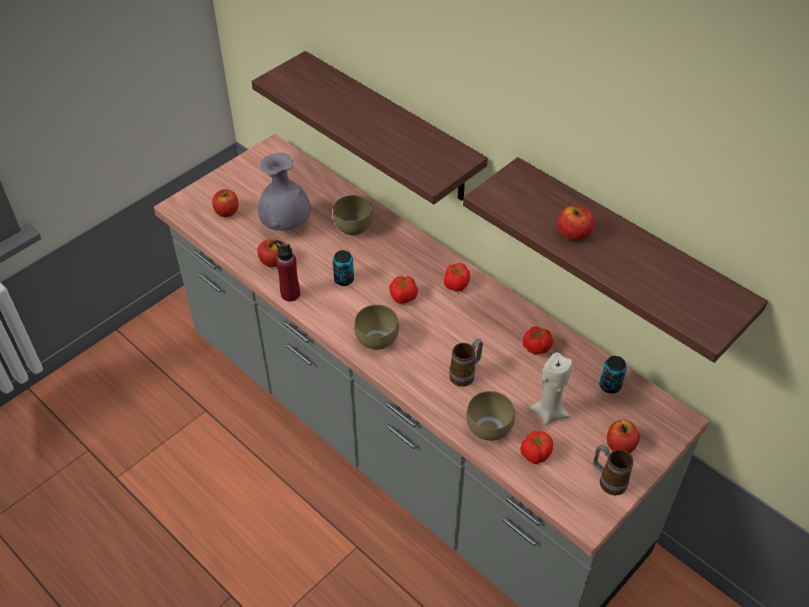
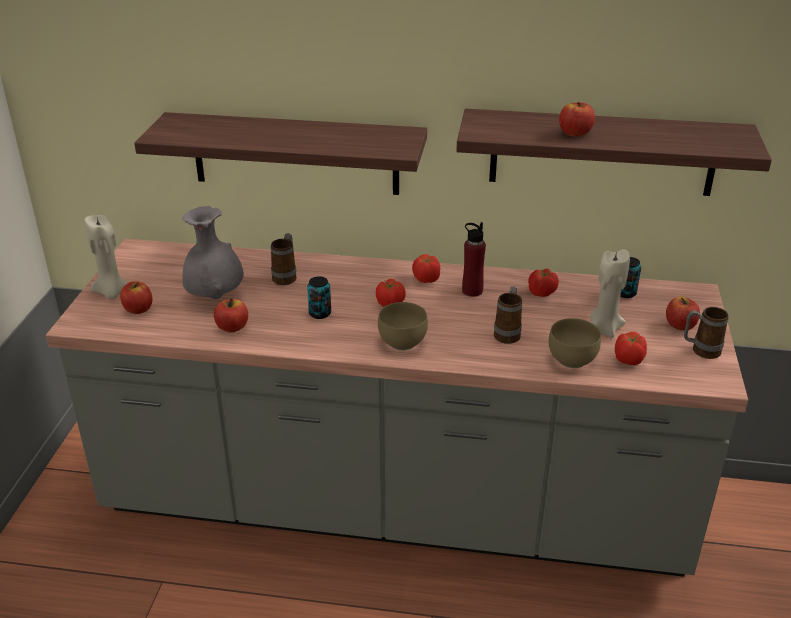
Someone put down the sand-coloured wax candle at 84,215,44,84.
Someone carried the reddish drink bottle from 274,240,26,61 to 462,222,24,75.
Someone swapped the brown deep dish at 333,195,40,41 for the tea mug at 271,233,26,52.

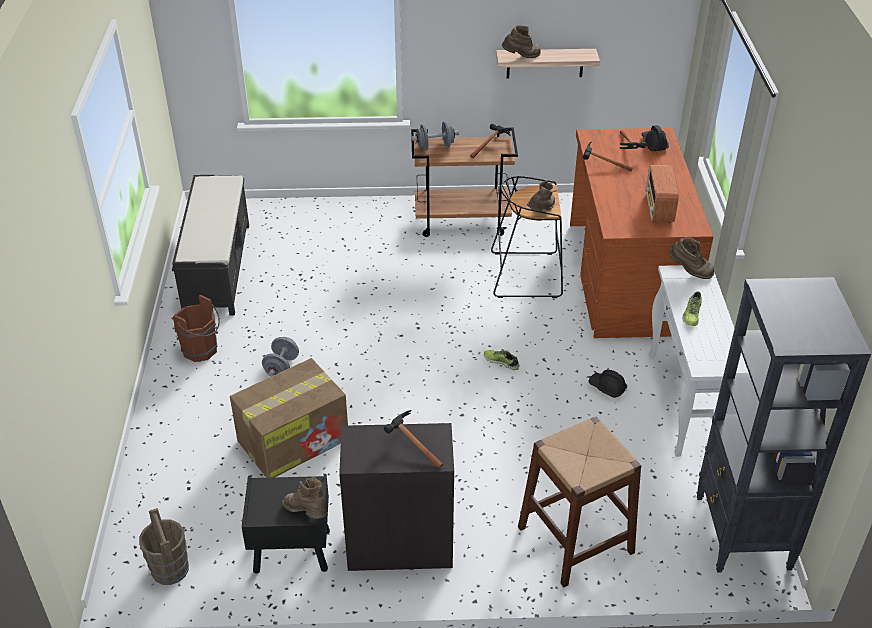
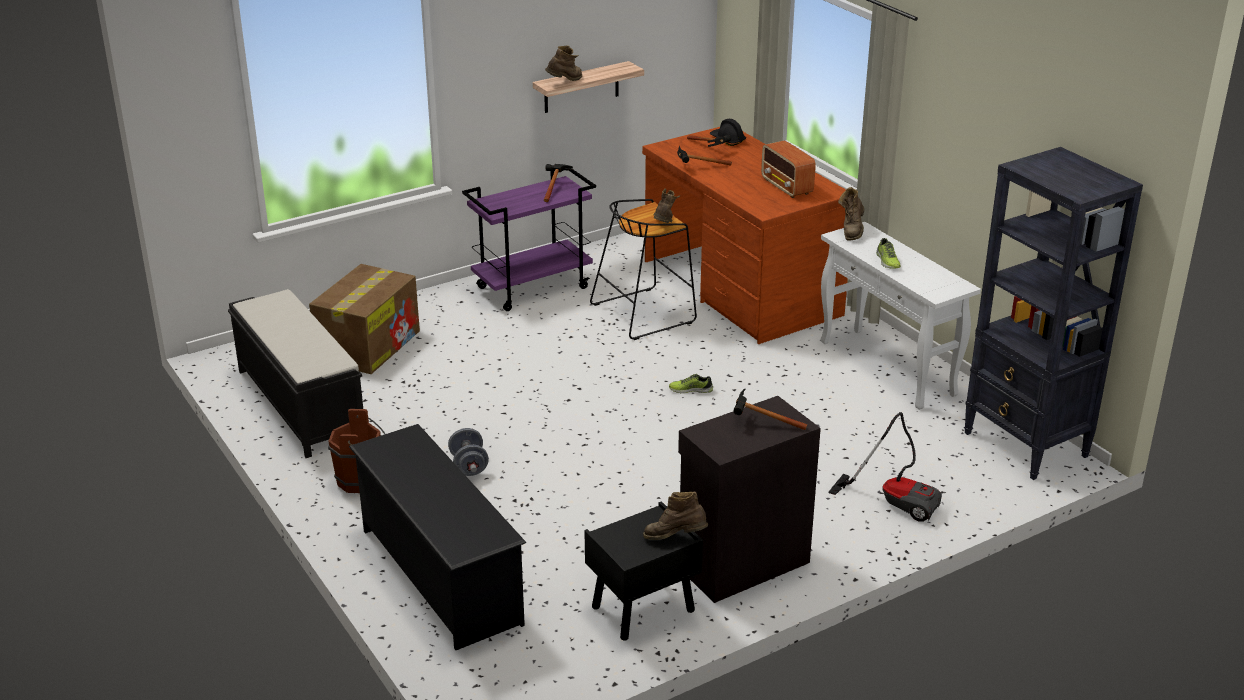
Someone took away the brown water bucket at 139,508,50,77.
Someone took away the greyish dumbbell at 411,121,48,29.
Someone took away the blackish safety helmet at 588,370,39,28.
Someone put down the blackish shoe stand at 349,424,177,226.
Someone carried the carton from 230,358,118,120 to 309,264,111,110.
Someone swapped the brown stool at 518,416,123,171 for the vacuum at 829,412,113,110.
Someone repainted the brown trolley at 411,128,107,109, which became the purple trolley at 462,167,134,144.
Someone rotated the brown boot at 669,237,46,42 by 105 degrees clockwise.

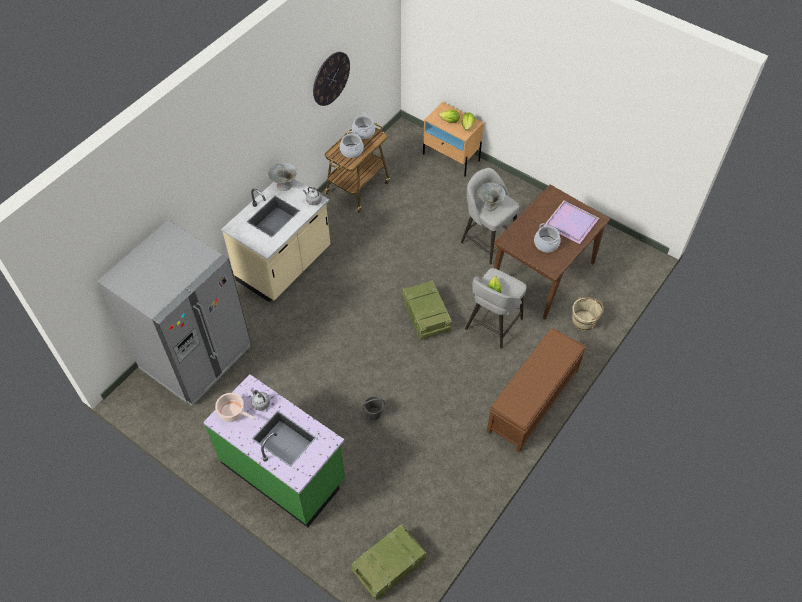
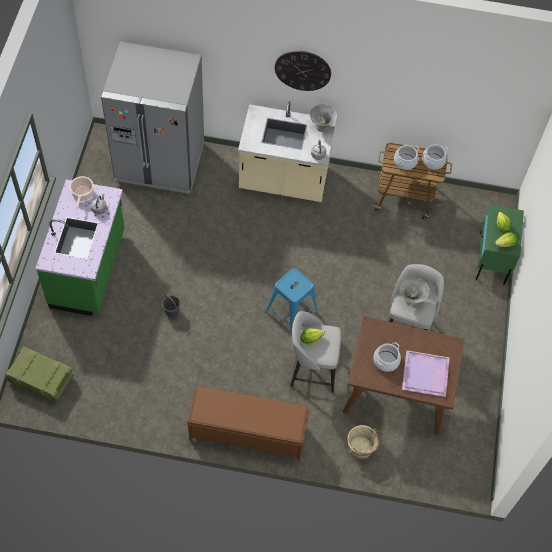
Someone carried the clock on the wall from 313,52,37,54 to 275,51,56,40.
Someone swapped the shipping crate at 402,280,50,60 for the blue-coloured stool at 265,268,53,68.
Someone repainted the sand-coloured night table at 423,102,61,74, which became the greenish night table at 476,205,48,80.

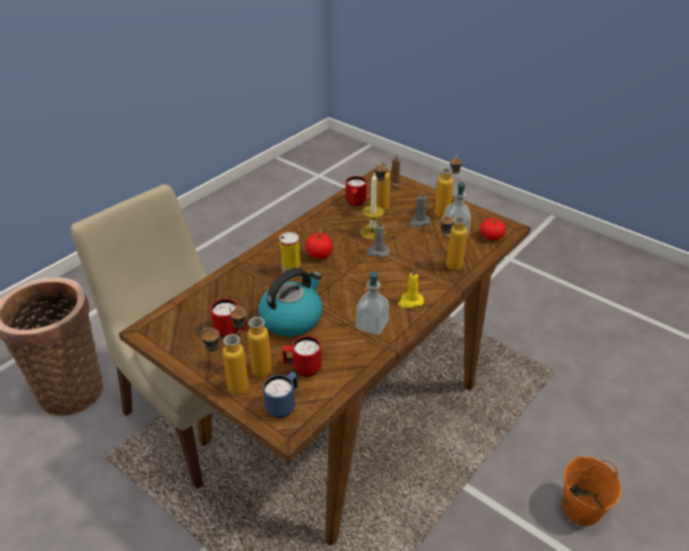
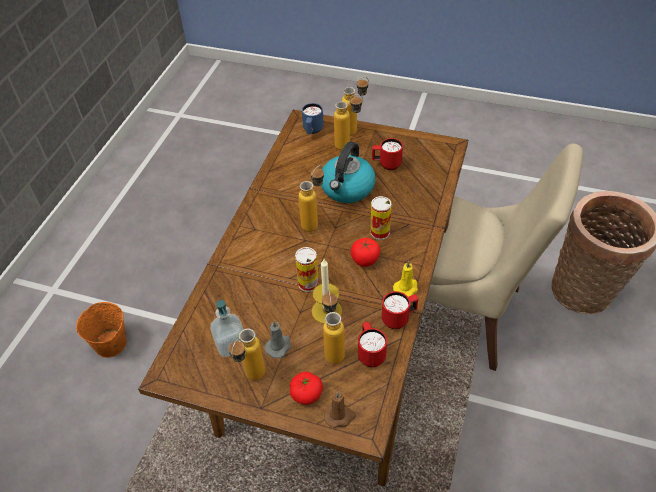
Someone took away the soap bottle at 356,271,33,64.
Someone carried the reddish tea mug from 282,336,40,41 to 382,291,36,38.
Someone carried the yellowish wax candle from 398,268,26,40 to 393,260,25,37.
Someone carried the drink bottle from 440,213,28,57 to 298,166,26,66.
Someone carried the fresh tomato from 480,218,26,22 to 290,372,33,33.
Someone swapped the greyish wax candle at 366,220,24,38 for the can at 295,247,24,45.

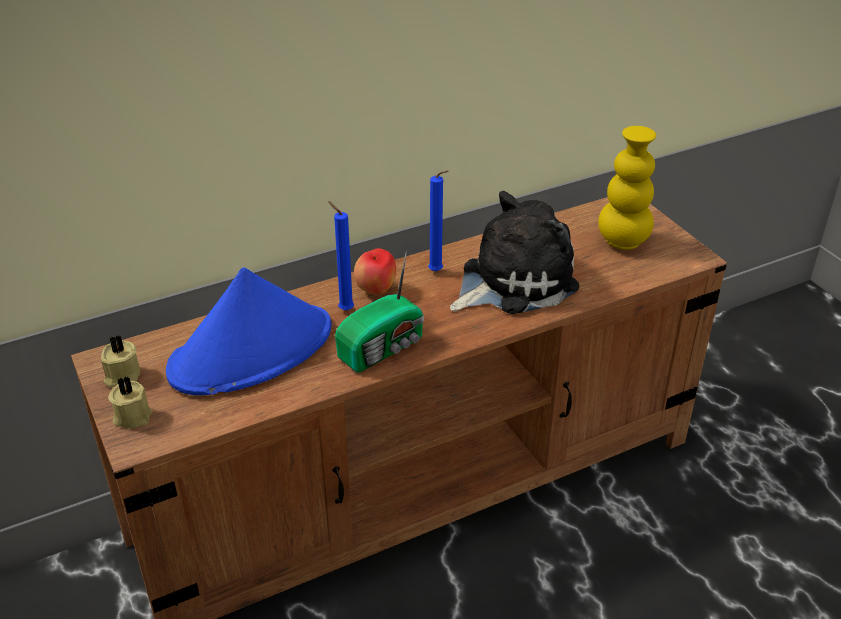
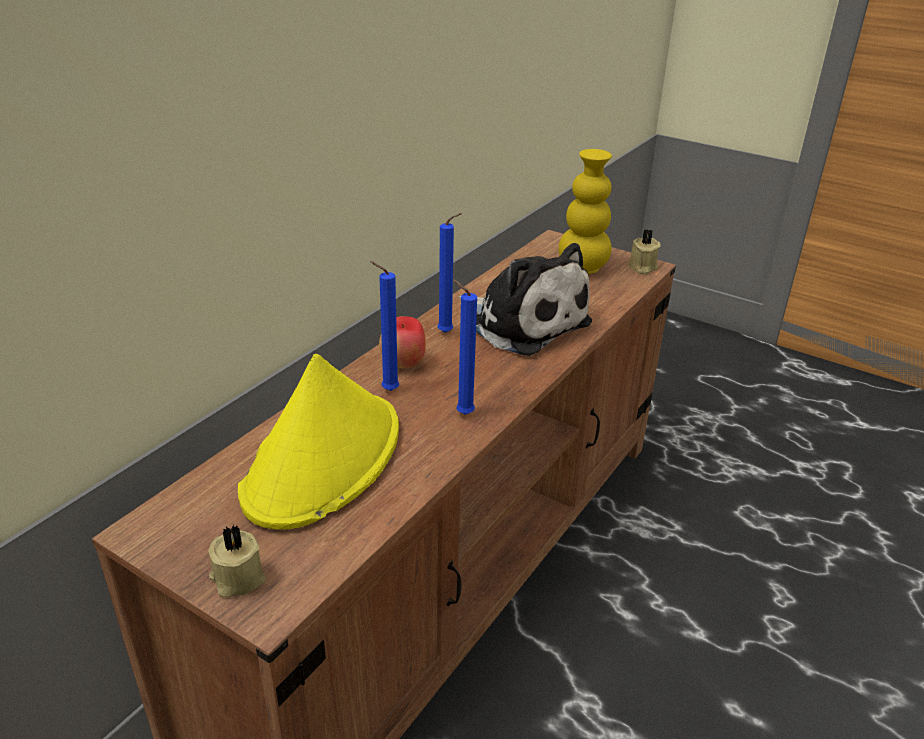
Someone carried the sand-coloured wax candle from 101,335,39,53 to 627,229,34,45.
Someone swapped the radio receiver at 335,251,89,122 for the blue-coloured wax candle at 453,279,24,136.
Someone repainted the blue-coloured clothing hat at 166,268,165,127, which became the yellowish clothing hat at 238,354,161,175.
Someone rotated the plush toy at 450,191,129,123 by 105 degrees clockwise.

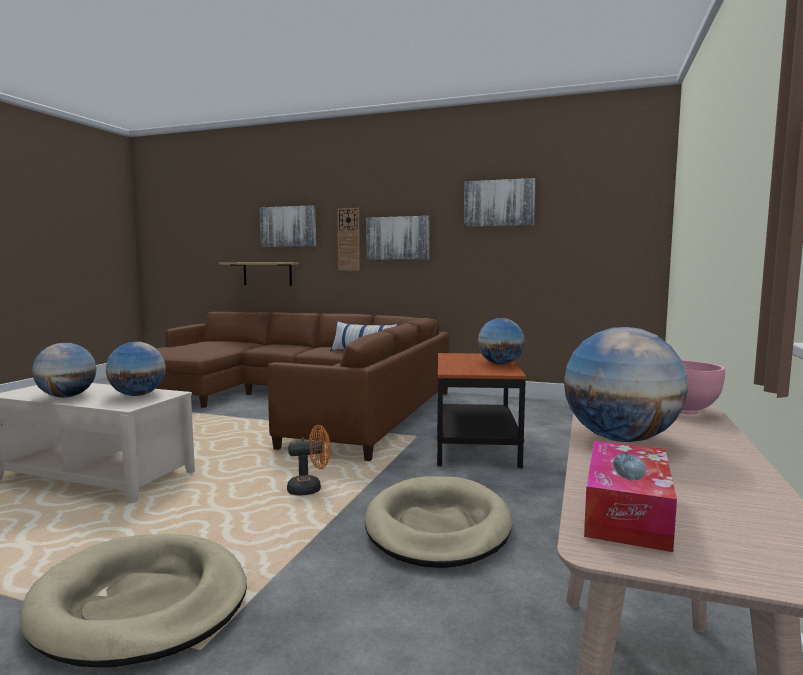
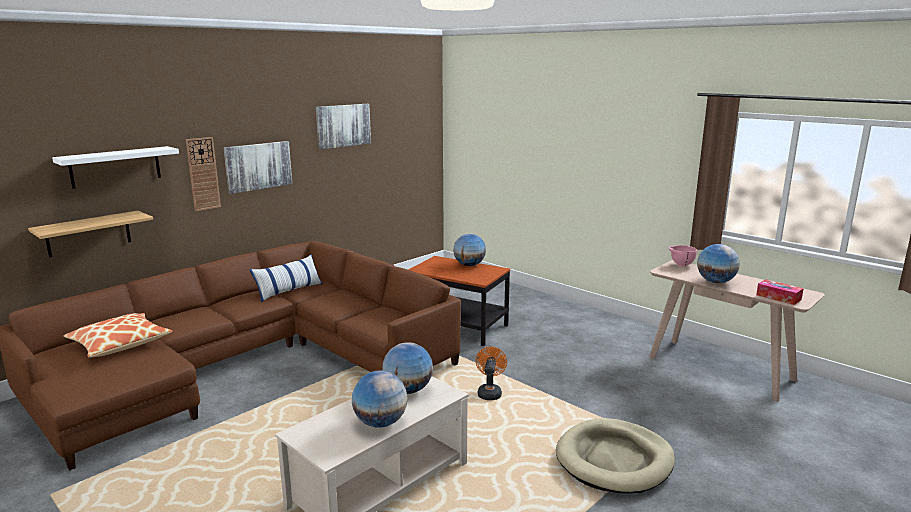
Someone took away the sand-coloured dog bed at 365,476,147,92.
Someone put down the cushion at 64,313,109,45.
Someone swapped the wall art at 260,205,56,42 for the white-coloured bracket shelf at 52,146,127,43.

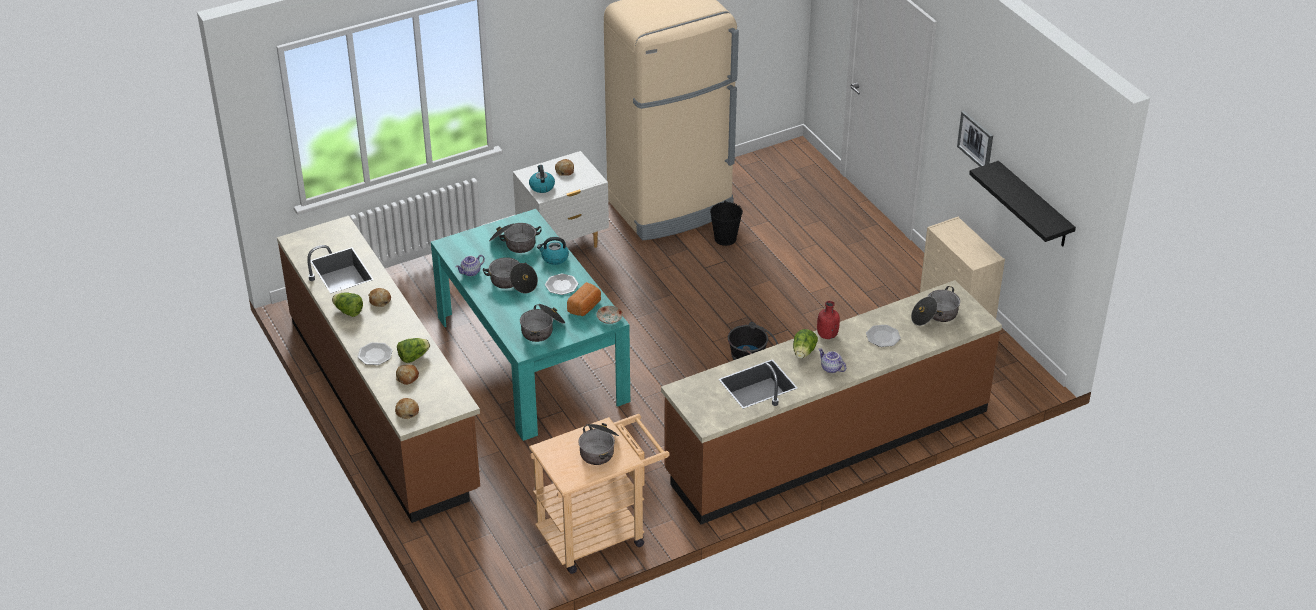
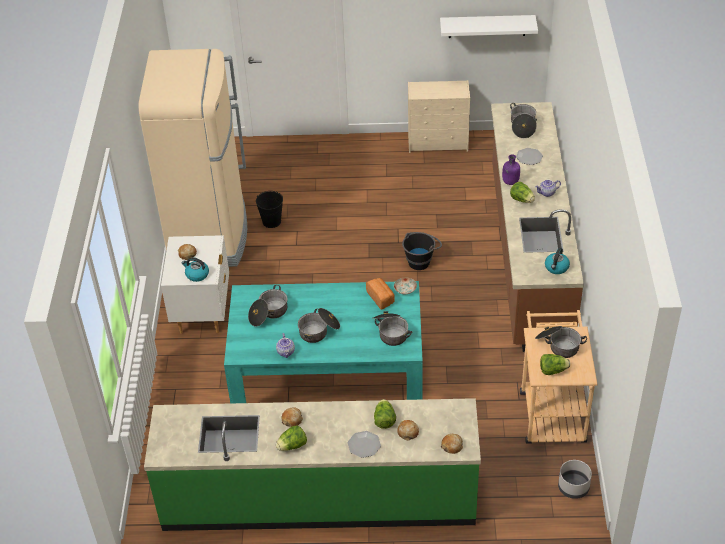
Someone took away the plate at 545,274,33,21.
Someone took away the wall art at 957,111,36,56.
Someone put down the head of lettuce at 540,354,30,21.
Someone put down the greyish plant pot at 558,460,34,39.
Someone carried the water kettle from 537,237,32,28 to 545,248,25,26.
Someone repainted the brown kitchen base unit at 277,216,203,307, which became the greenish kitchen base unit at 144,398,337,133.
Someone repainted the reddish drink bottle at 817,301,23,38, which became the purple drink bottle at 502,154,18,31.
Someone repainted the blackish bracket shelf at 969,161,107,85, which became the white-coloured bracket shelf at 440,15,98,23.

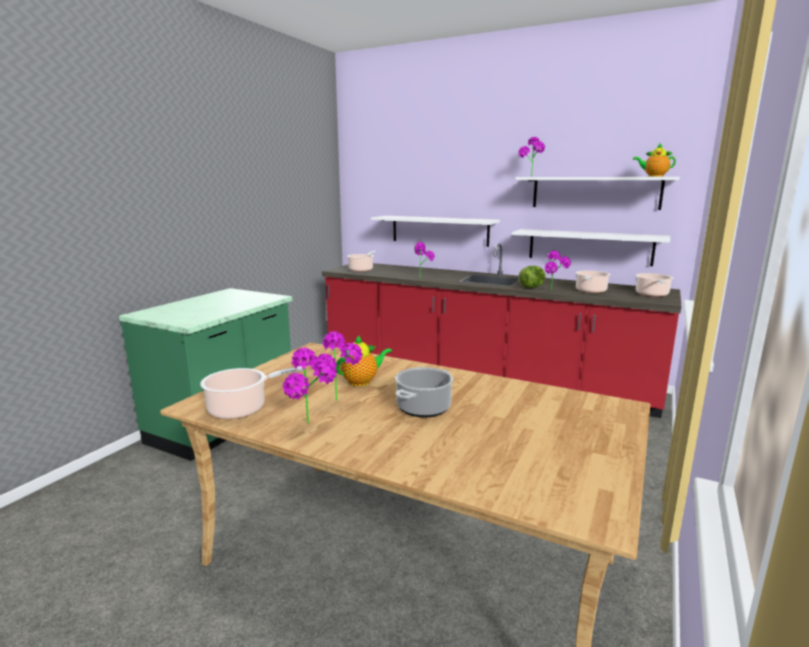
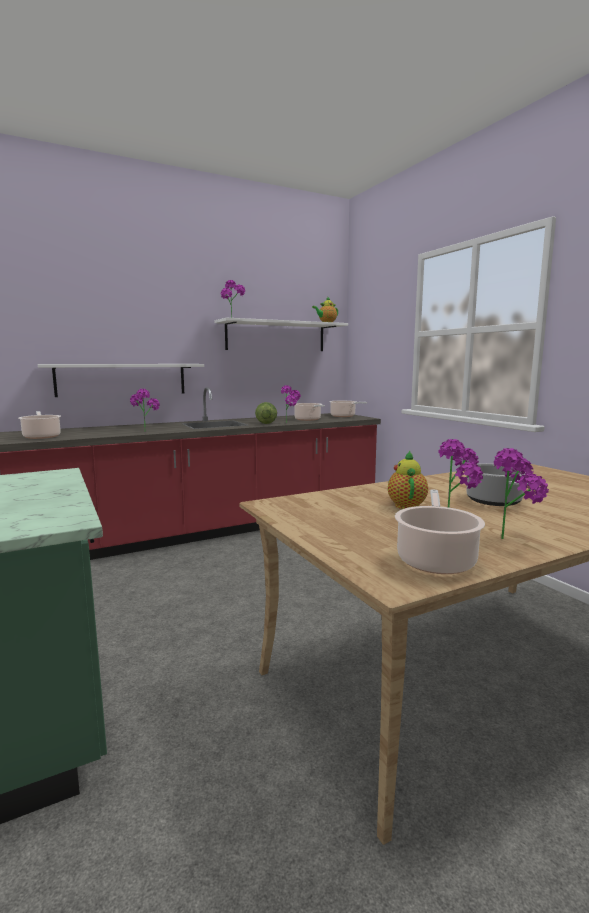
Someone took away the white-coloured bracket shelf at 512,229,158,37.

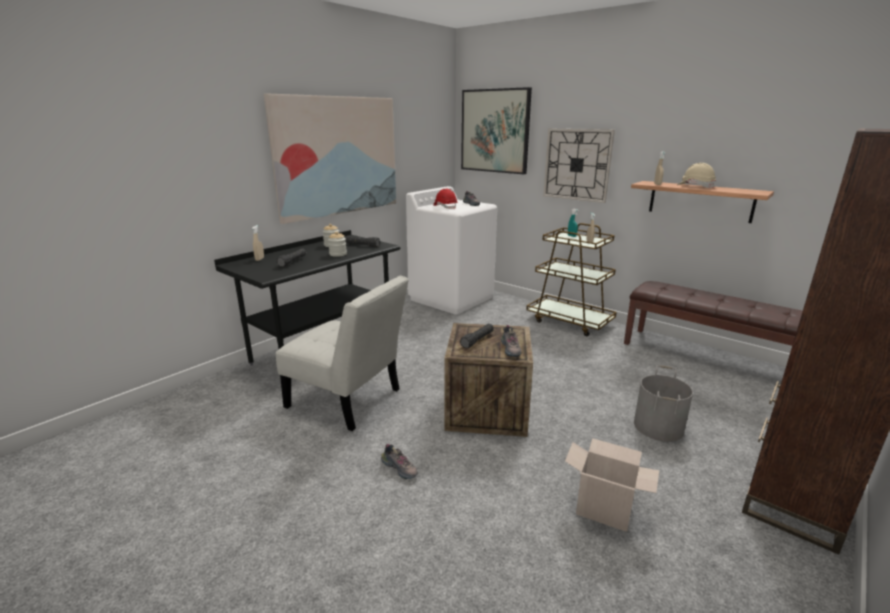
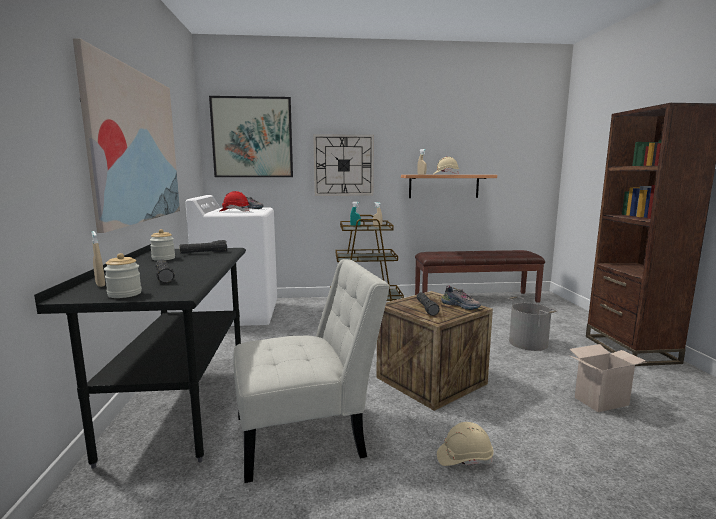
Someone carried the storage jar from 328,231,19,26 to 104,253,38,45.
Someone swapped the shoe at 381,444,37,35 for the sand-coloured safety helmet at 437,422,57,44.

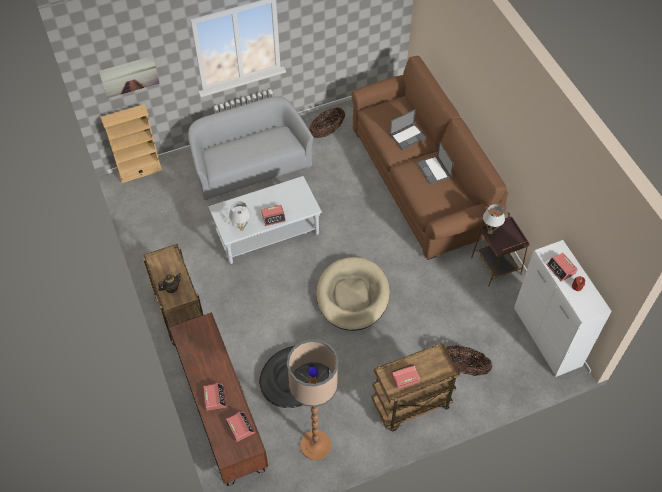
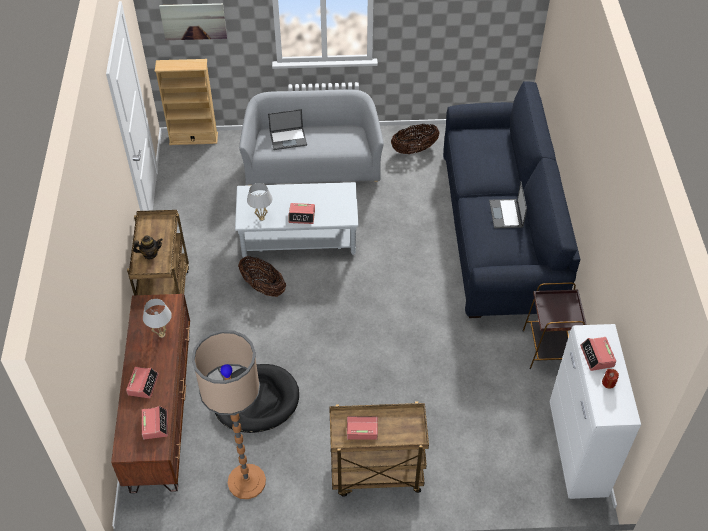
Someone took away the sand-coloured dog bed at 316,257,74,74.
Someone carried the notebook computer from 390,109,37,41 to 268,109,39,41.
Someone carried the basket from 446,345,47,31 to 238,256,48,41.
Someone carried the white-coloured tabletop lamp from 483,204,22,30 to 143,299,29,39.
Someone repainted the brown couch at 352,56,156,204, which became the blue-coloured couch at 443,81,137,237.

